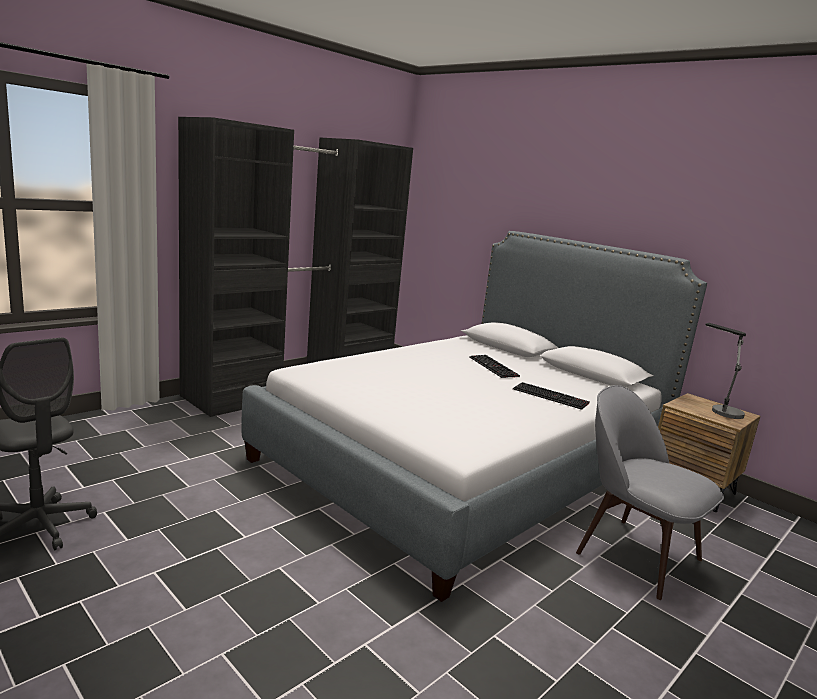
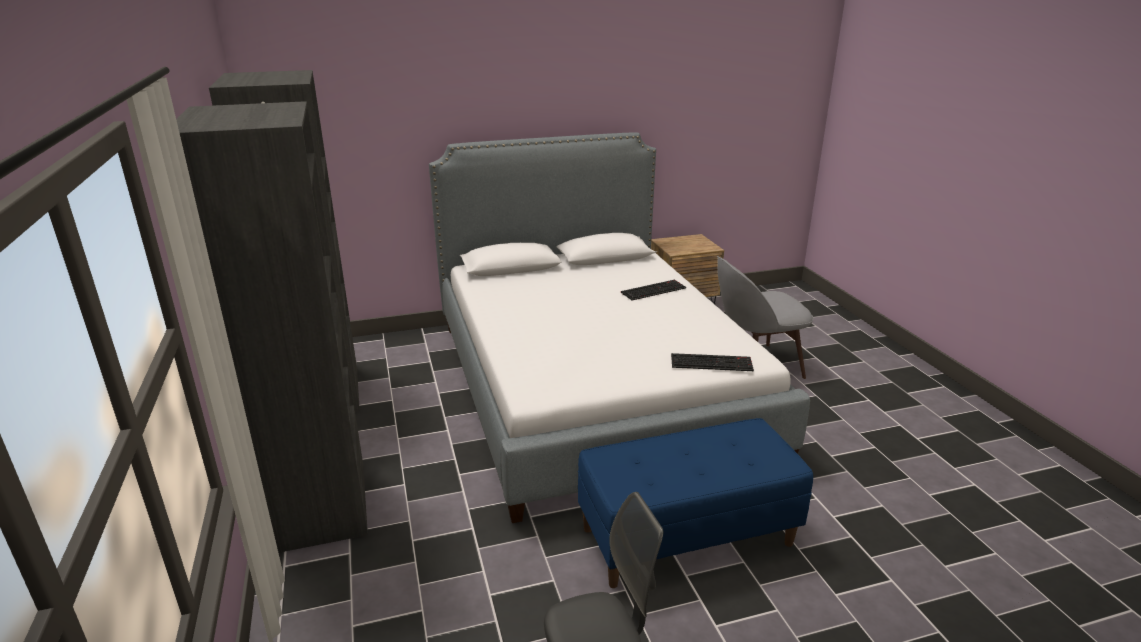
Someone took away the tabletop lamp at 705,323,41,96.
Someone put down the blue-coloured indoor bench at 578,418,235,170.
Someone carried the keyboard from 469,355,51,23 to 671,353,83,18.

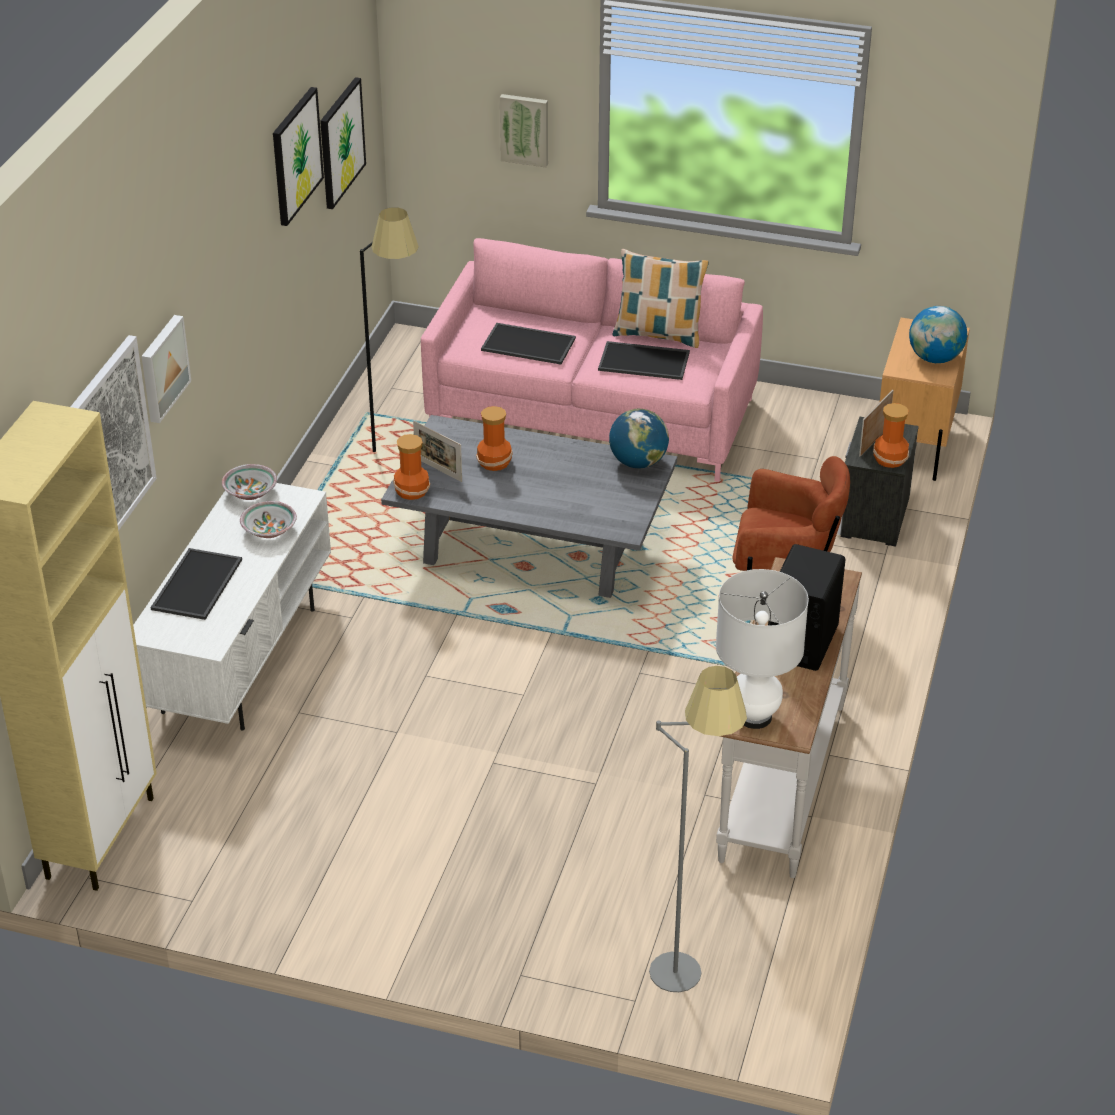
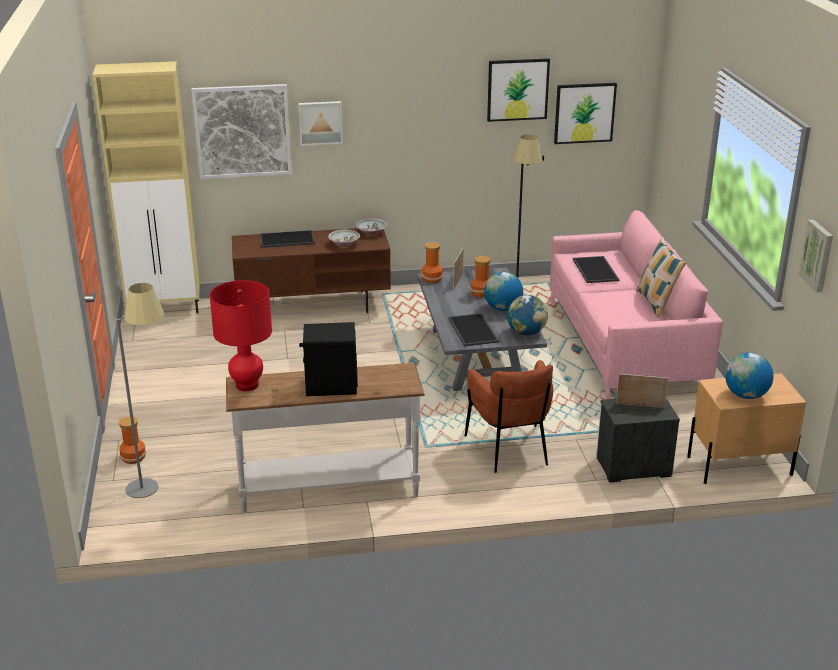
Someone put down the globe at 484,272,39,39.
Someone carried the wall art from 500,94,48,73 to 798,220,35,72.
Someone carried the tray from 598,341,92,39 to 448,313,51,34.
Someone carried the decorative vase from 873,403,36,65 to 119,416,27,48.
Someone repainted the white-coloured tv unit at 133,483,198,248, which became the brown tv unit at 232,228,159,85.
Someone repainted the white-coloured tabletop lamp at 716,569,93,160, which became the reddish tabletop lamp at 209,280,63,111.

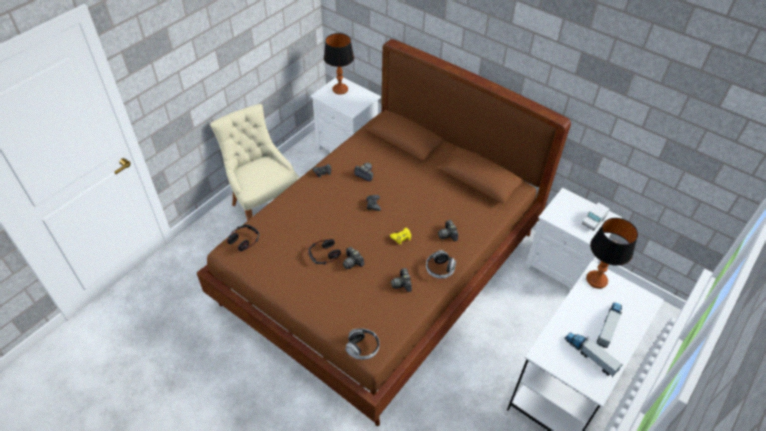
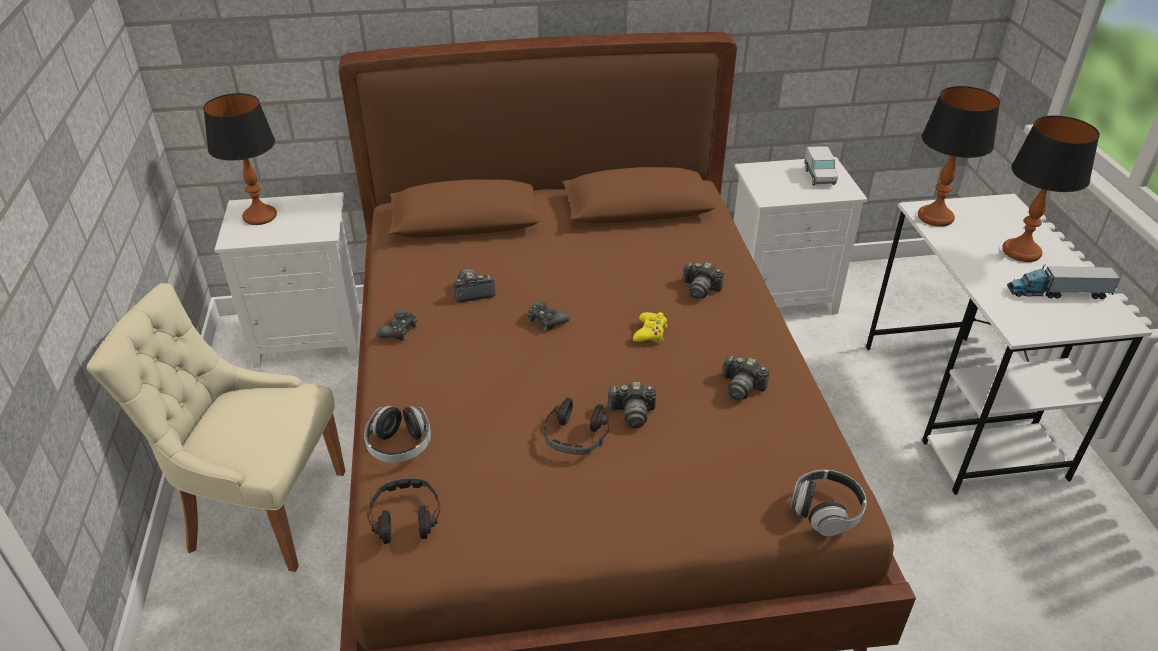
Someone carried the headset from 426,250,30,29 to 364,406,67,57.
Someone swapped the model truck at 596,302,26,46 for the tabletop lamp at 1002,116,98,146.

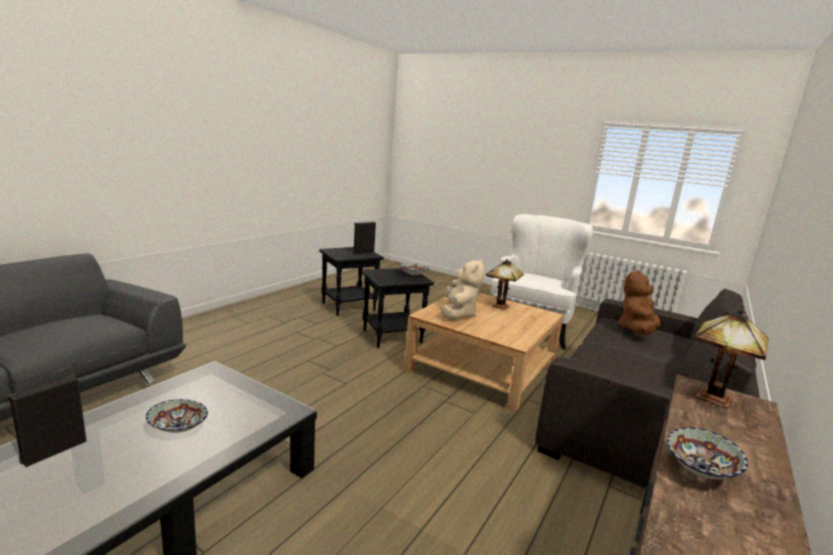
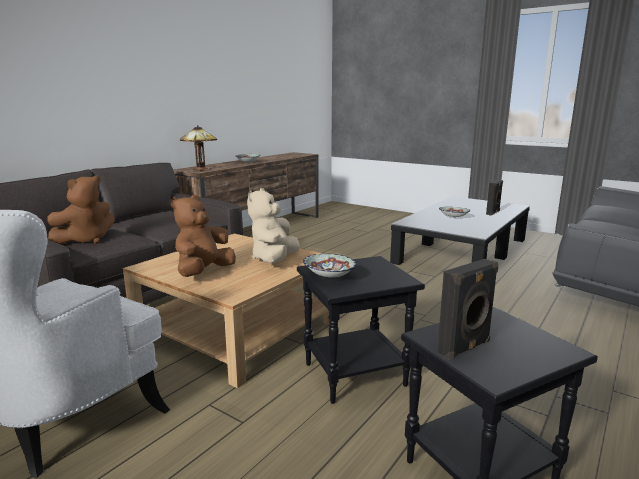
Someone swapped the tabletop lamp at 486,259,38,51 for the brown plush toy at 171,195,65,82.

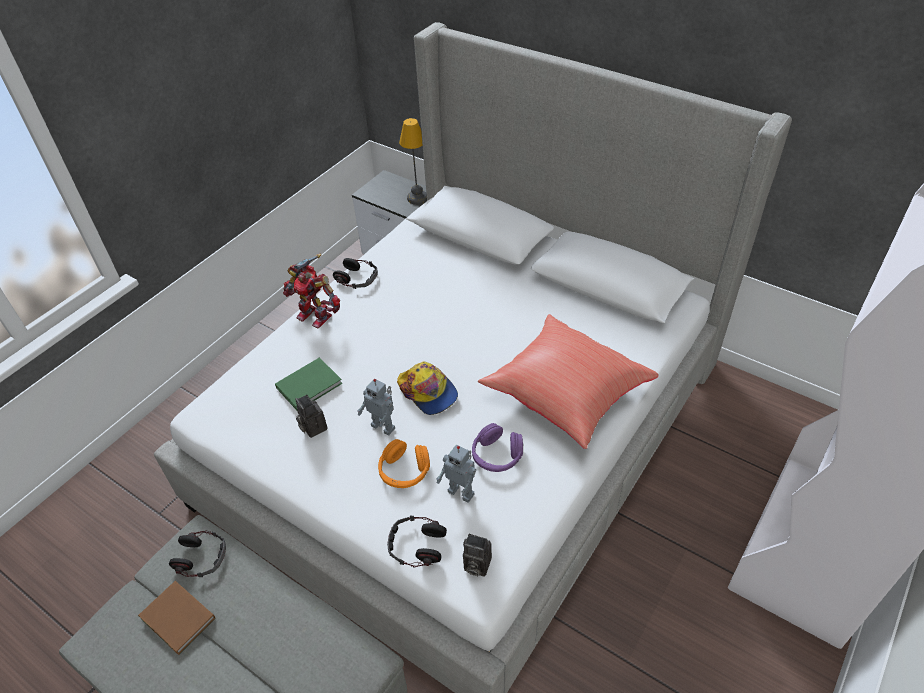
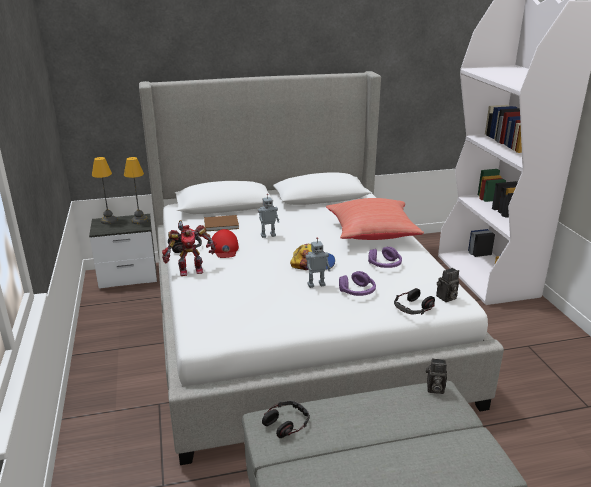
Someone took away the greenish book at 275,357,67,53.
Someone put down the tabletop lamp at 92,157,25,67.
Someone put down the reddish peaked cap at 211,229,28,29.
Someone carried the brown book from 138,581,77,74 to 204,215,35,16.
Someone carried the photo camera from 295,395,32,43 to 426,358,21,36.
Someone carried the toy robot from 436,445,40,57 to 258,194,21,44.
Someone repainted the orangey headset at 378,439,52,49, which became the purple headset at 339,271,37,25.

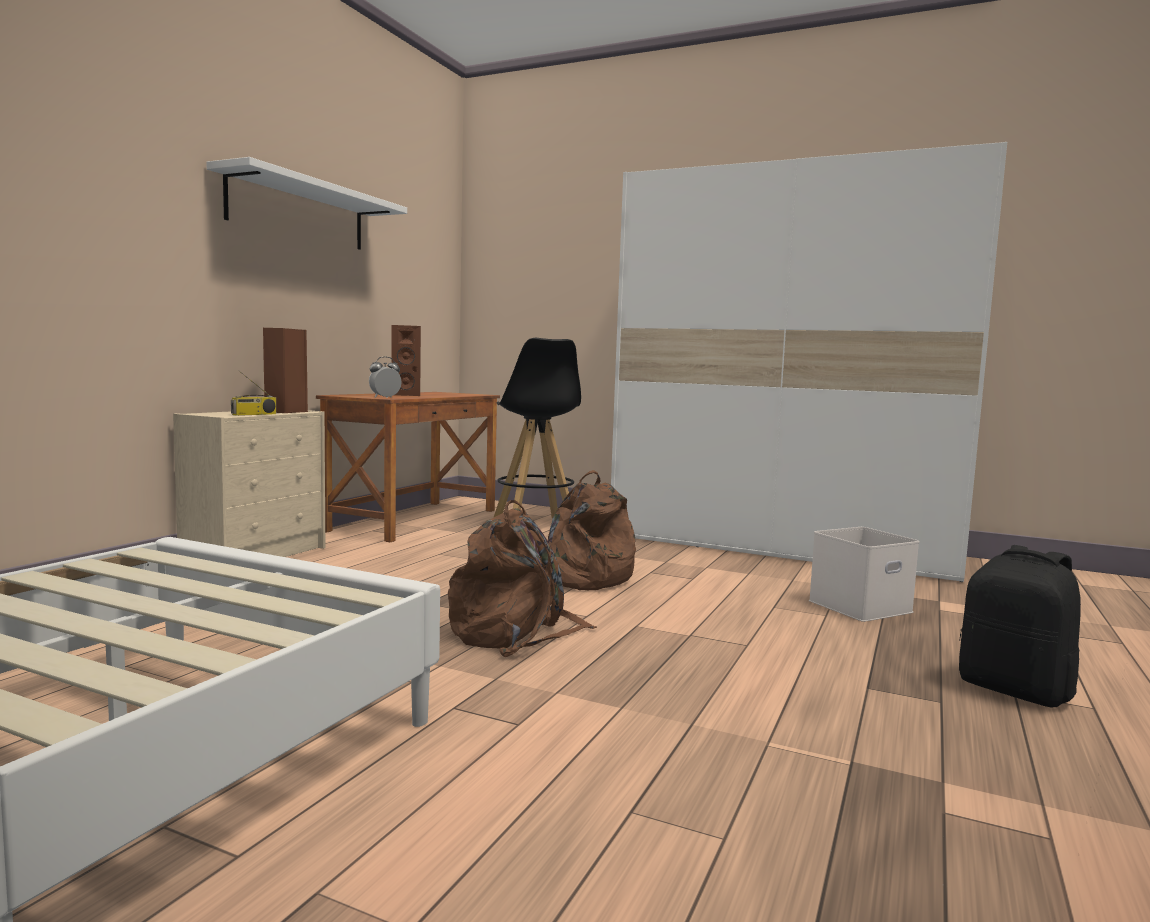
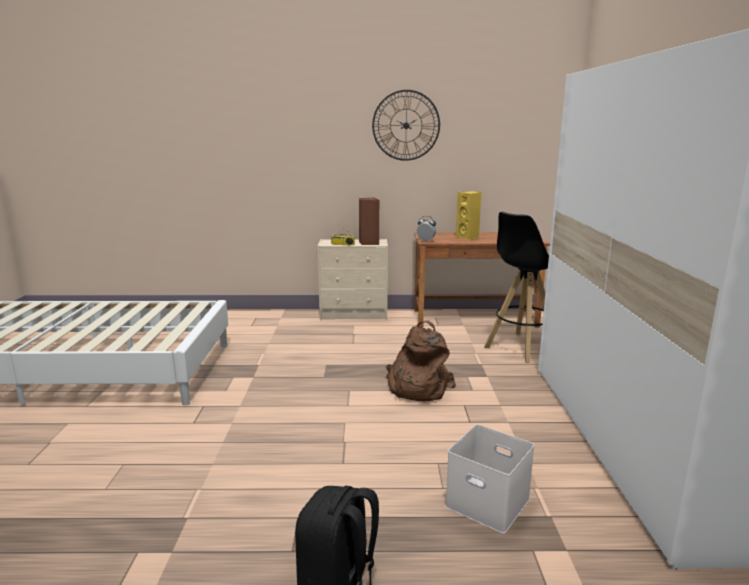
Someone took away the brown backpack at 448,500,149,157.
Someone swapped the white-coloured bracket shelf at 206,157,201,93 for the clock on the wall at 372,90,68,71.
Someone repainted the brown speaker at 391,325,30,71, which became the yellowish speaker at 456,191,26,49.

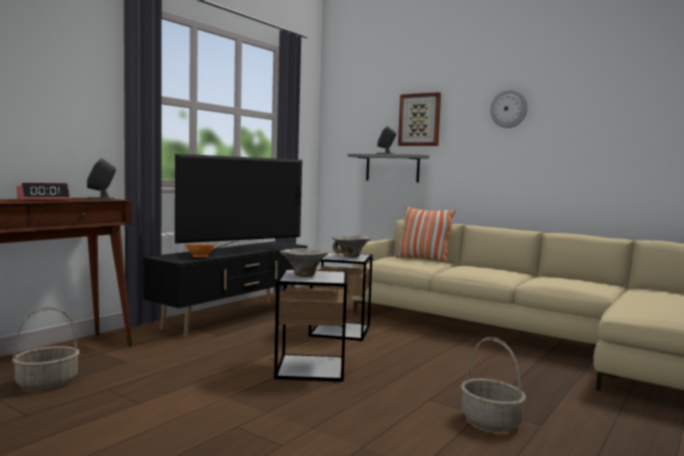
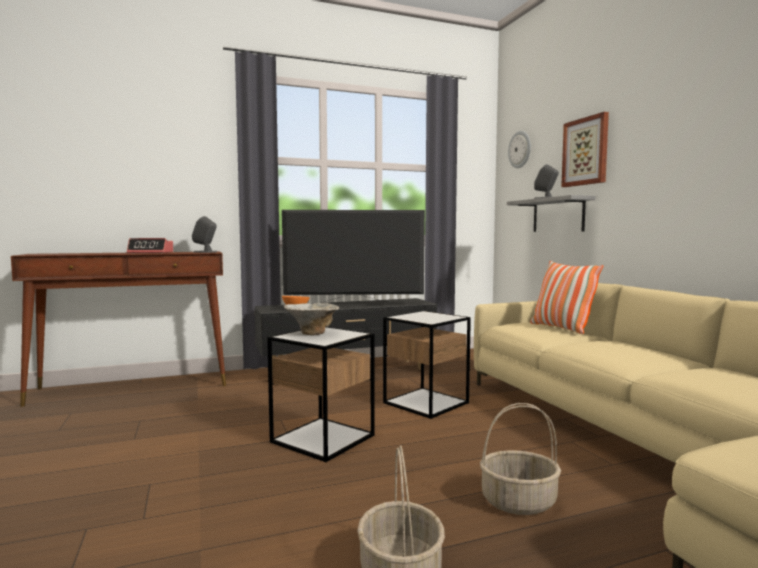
Someone took away the deep dish at 332,235,39,23.
Someone carried the basket from 12,307,68,83 to 480,403,81,112.
Someone carried the clock on the wall from 490,90,38,38 to 508,131,23,37.

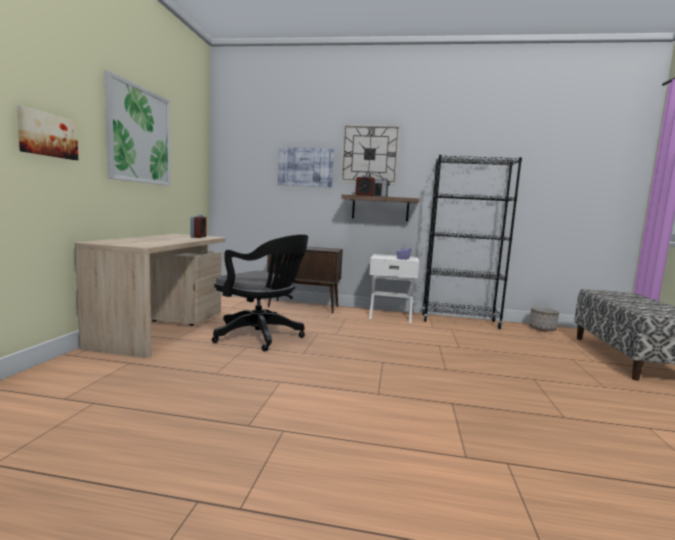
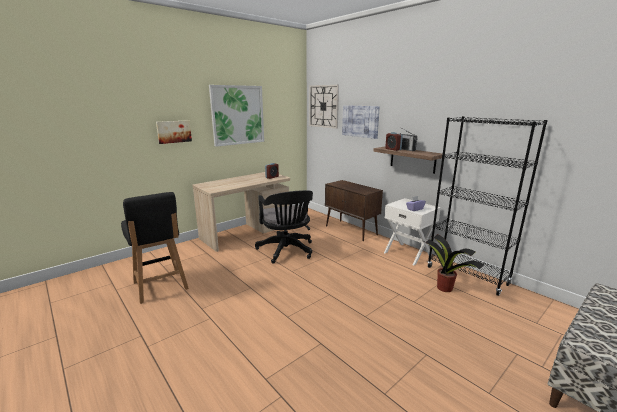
Someone took away the plant pot at 529,307,30,25.
Someone put down the blackish plain chair at 121,192,68,112.
Someone put down the houseplant at 425,234,60,58.
Someone carried the clock on the wall from 340,124,61,60 to 309,85,30,44.

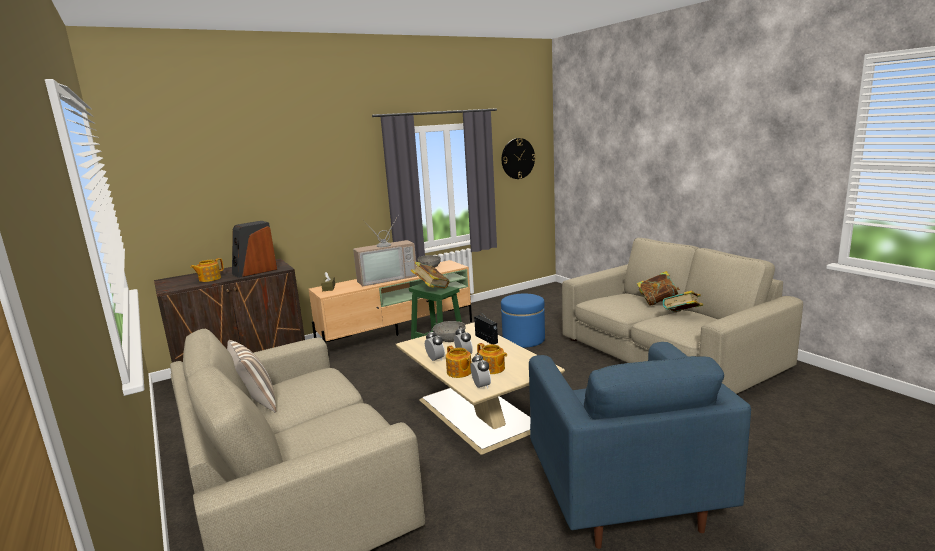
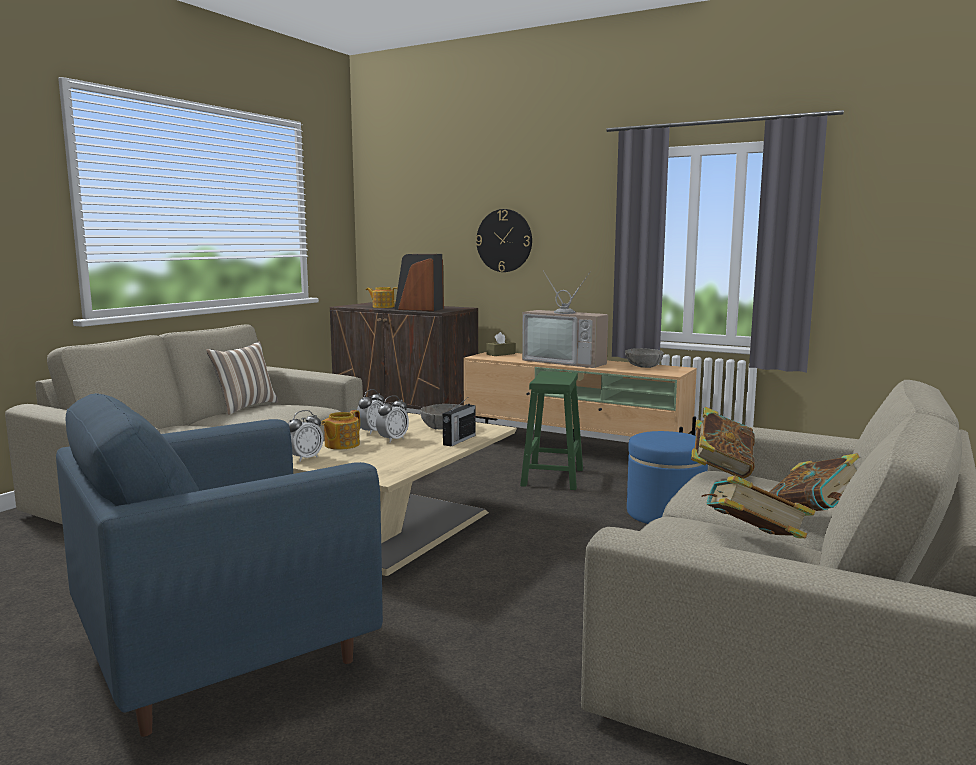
Someone took away the pot for tea at 477,343,30,31.
Someone carried the book from 411,262,39,26 to 691,407,64,72.
Someone carried the clock on the wall from 502,138,34,41 to 476,209,56,63.

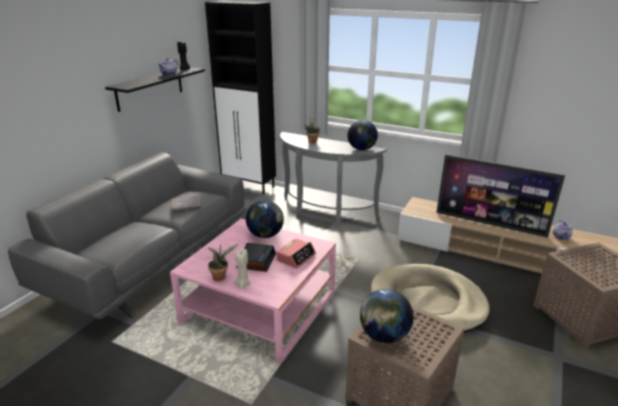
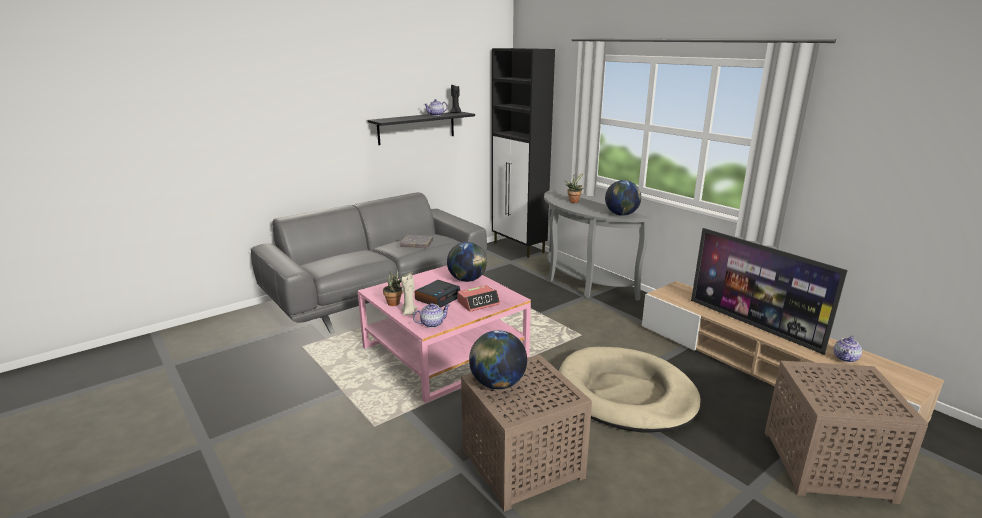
Someone put down the pot for tea at 413,303,37,25.

